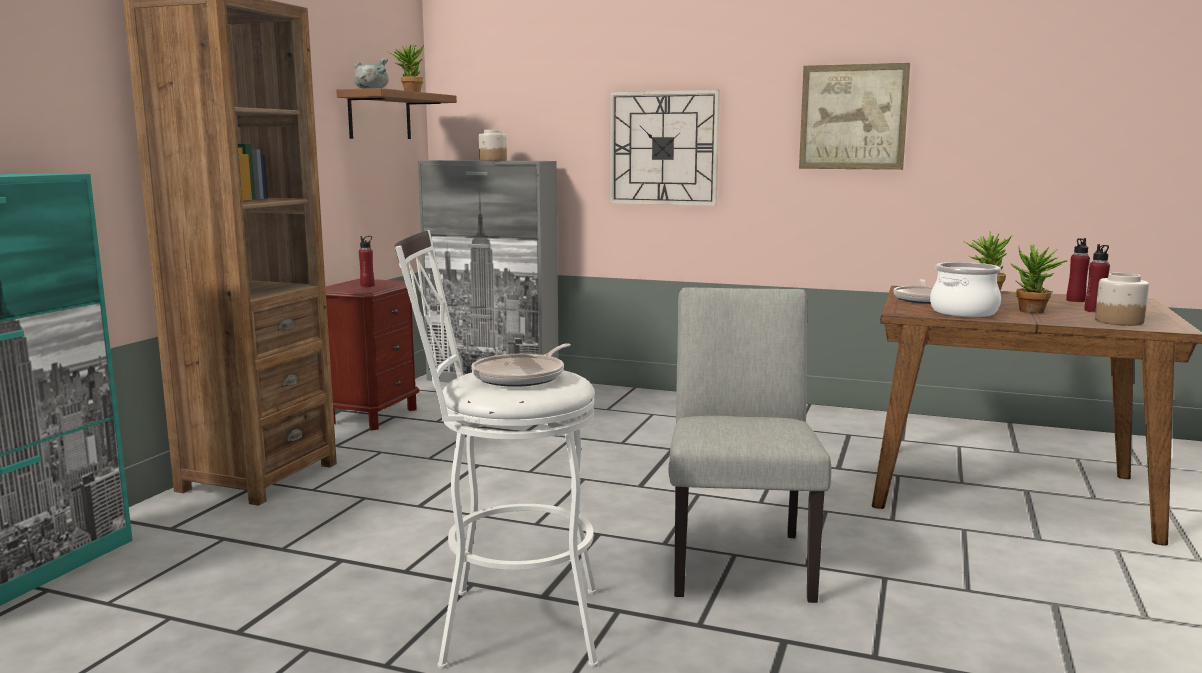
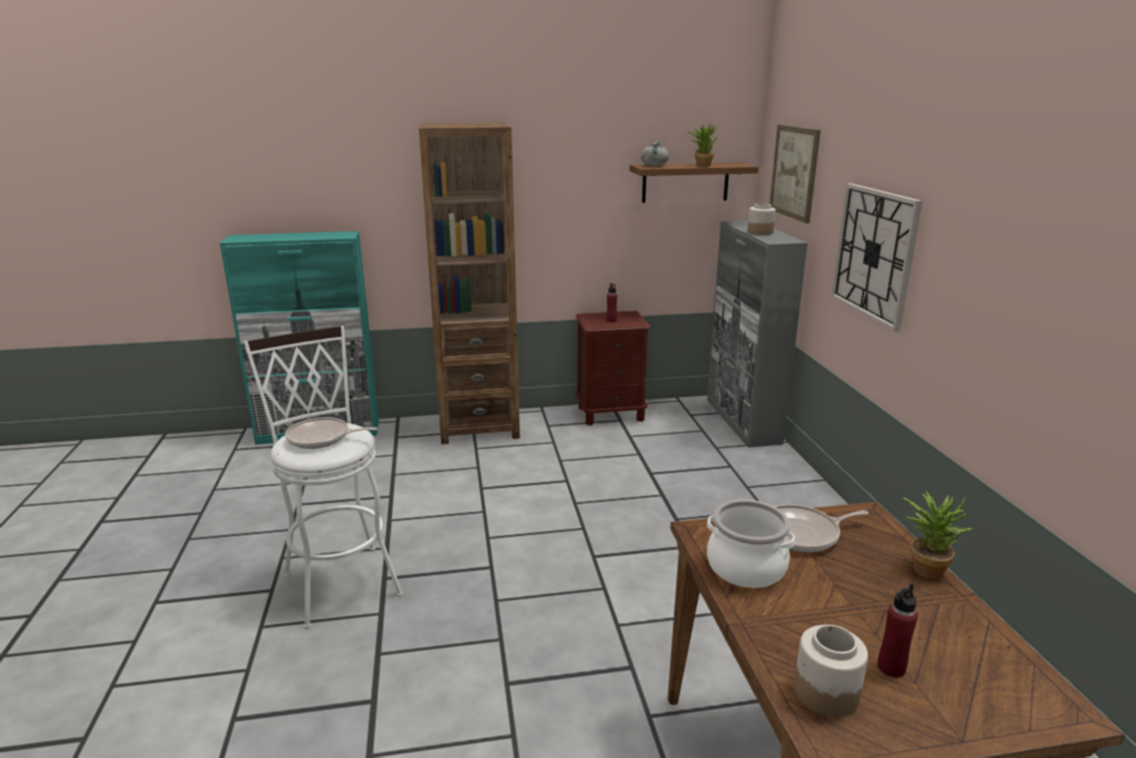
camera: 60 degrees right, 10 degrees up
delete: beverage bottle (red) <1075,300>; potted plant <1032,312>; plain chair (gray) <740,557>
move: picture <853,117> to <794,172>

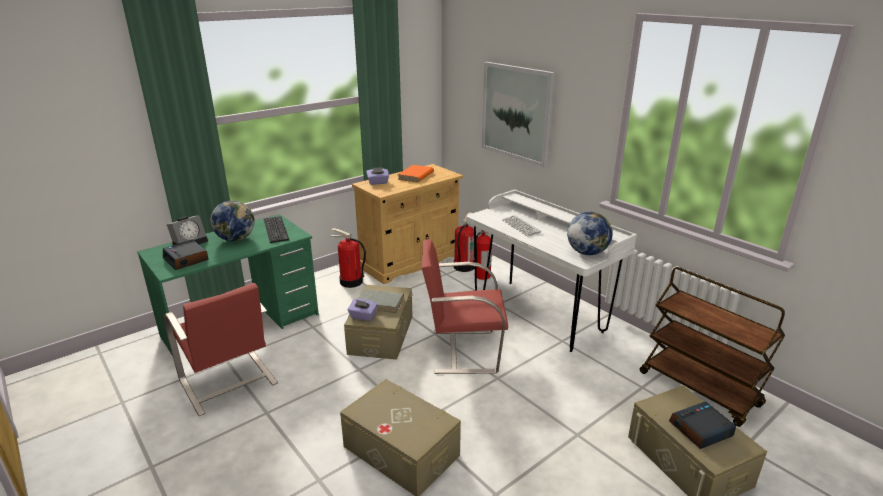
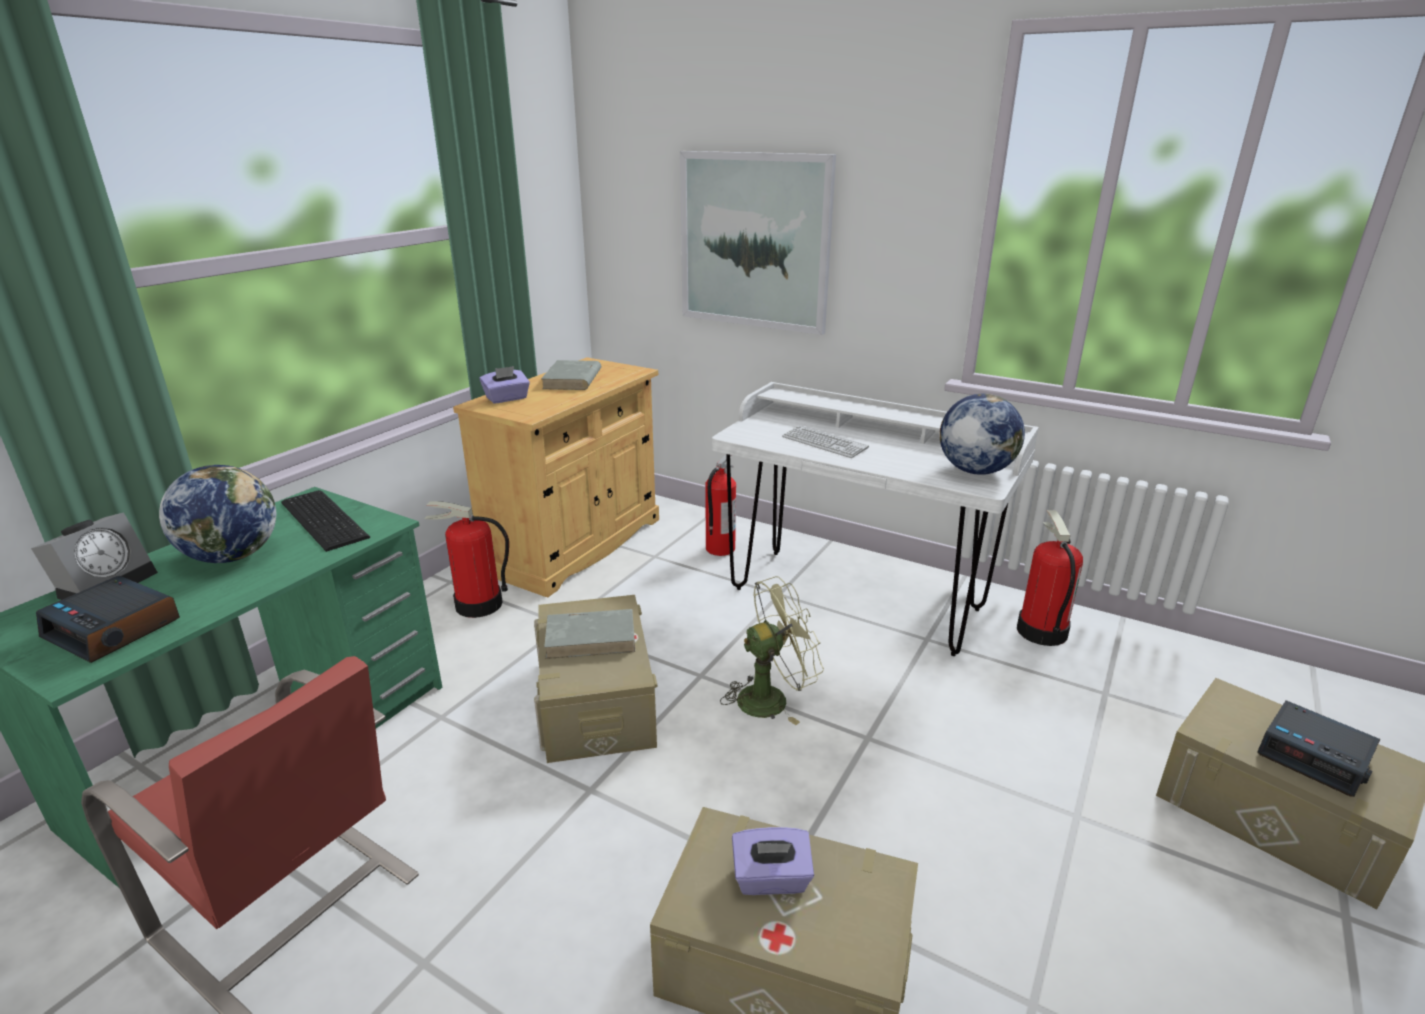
camera: 20 degrees left, 0 degrees up
delete: trolley (brownish) <699,389>
move: extinguisher <463,266> to <1040,631>; tissue box (purple) <363,316> to <771,879>
replace: plain chair (red) <462,350> to fan (green-coloured) <771,698>
recolor: book (orangey) <416,176> to book (gray) <572,379>
rotate: bedside clock <700,430> = <1315,756> 90 degrees counterclockwise

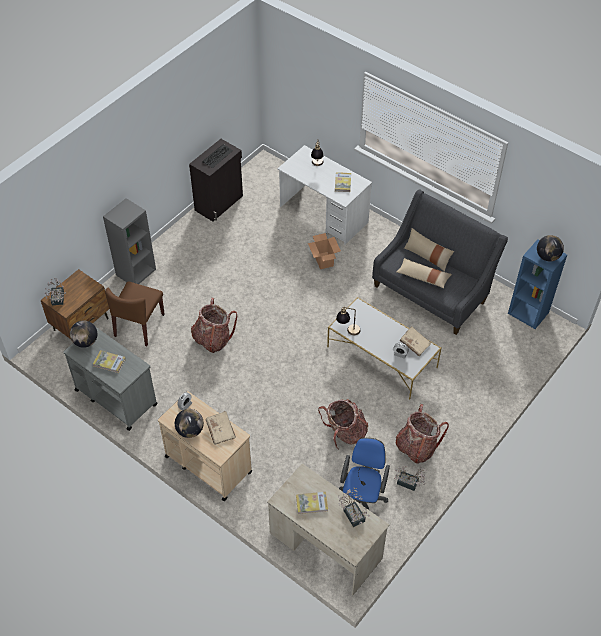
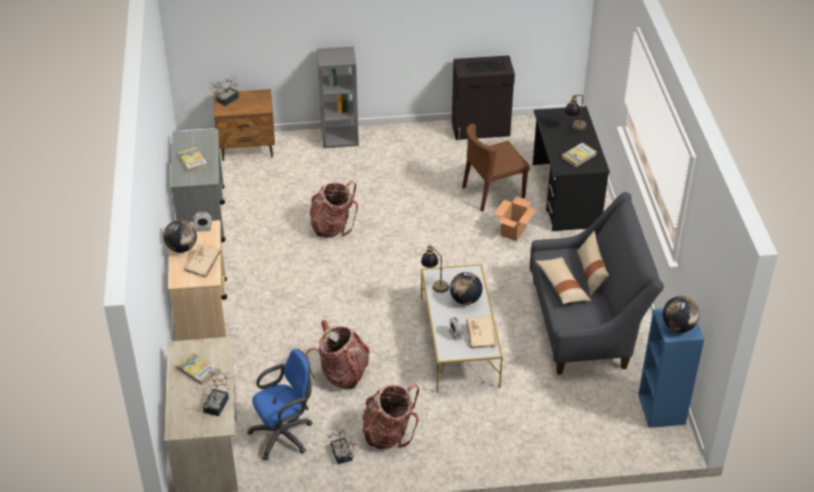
camera: 45 degrees right, 10 degrees down
move: plain chair (brownish) <139,325> to <493,192>; globe <85,342> to <465,300>
recolor: desk table (white) <323,214> to desk table (black-coloured) <565,195>

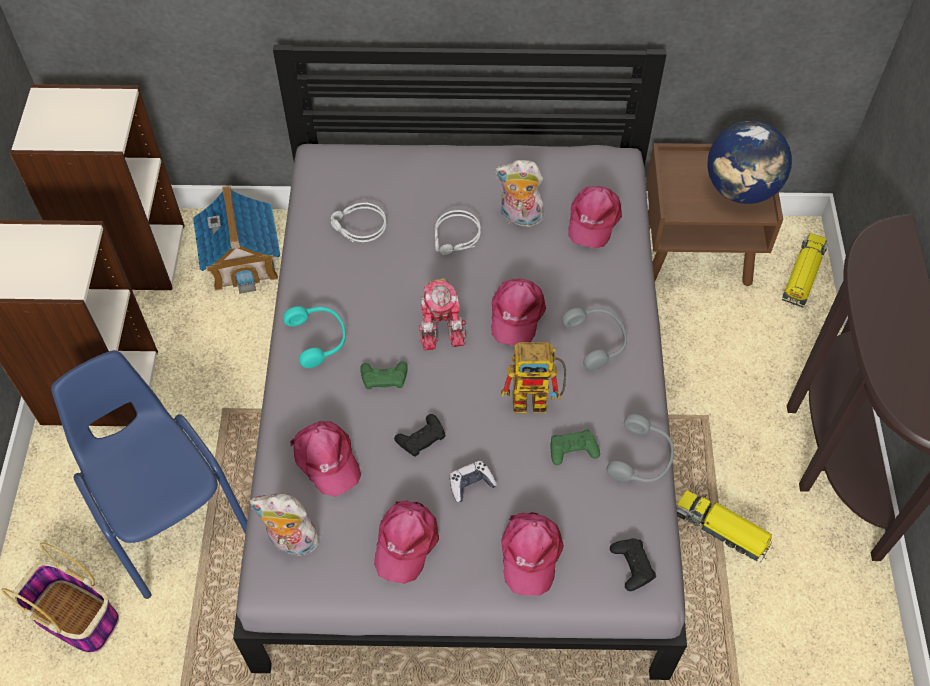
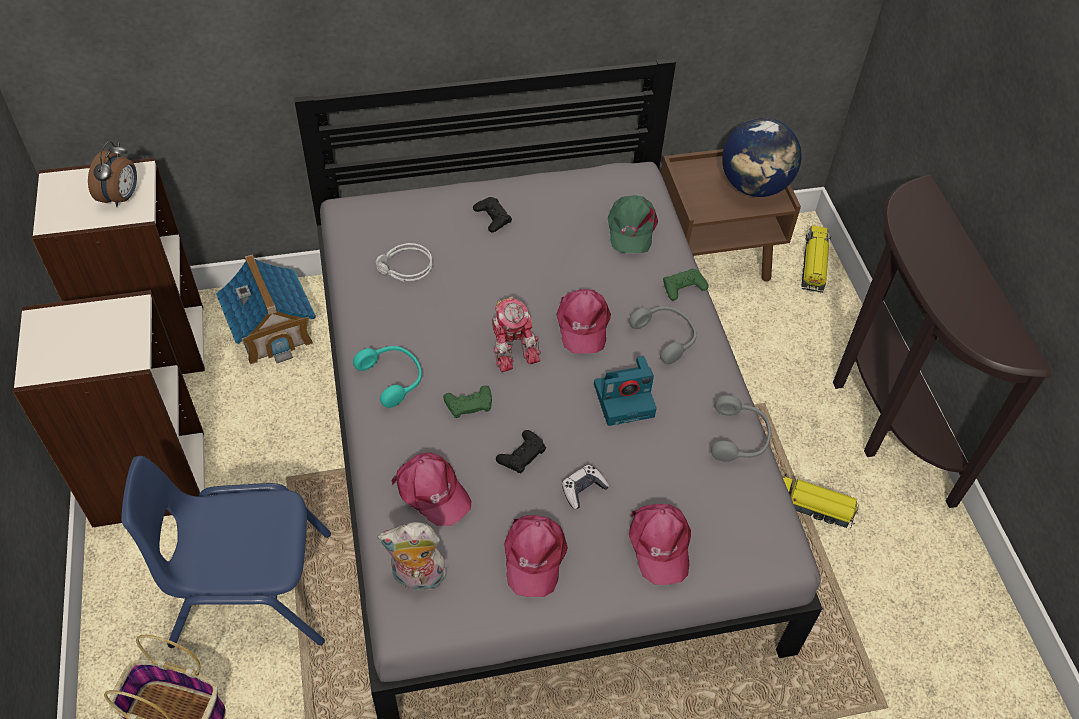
camera: 15 degrees left, 5 degrees down
delete: plush toy <519,218>; headset (gray) <456,238>
insert: bedside clock <122,197>
move: game controller (green-coloured) <573,449> to <683,287>; game controller (black-coloured) <632,565> to <492,217>
replace: model robot <537,398> to still camera <625,399>
recolor: cap (pink) <593,220> to cap (green-coloured) <631,229>
rotate: plain chair (blue) <166,511> = <251,589> 45 degrees counterclockwise

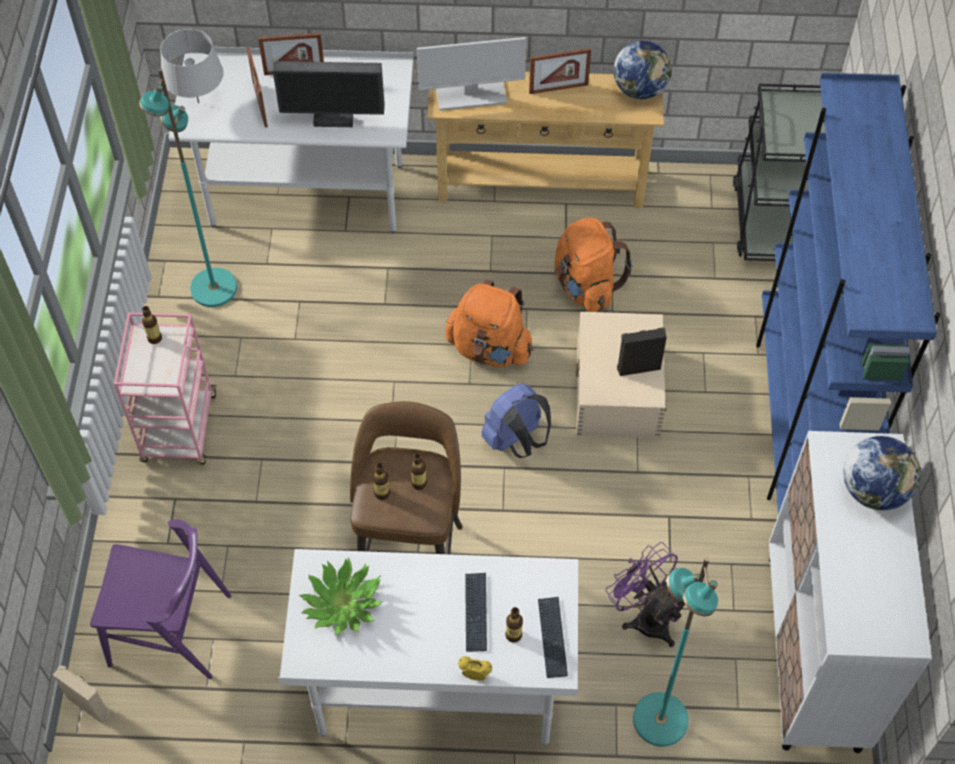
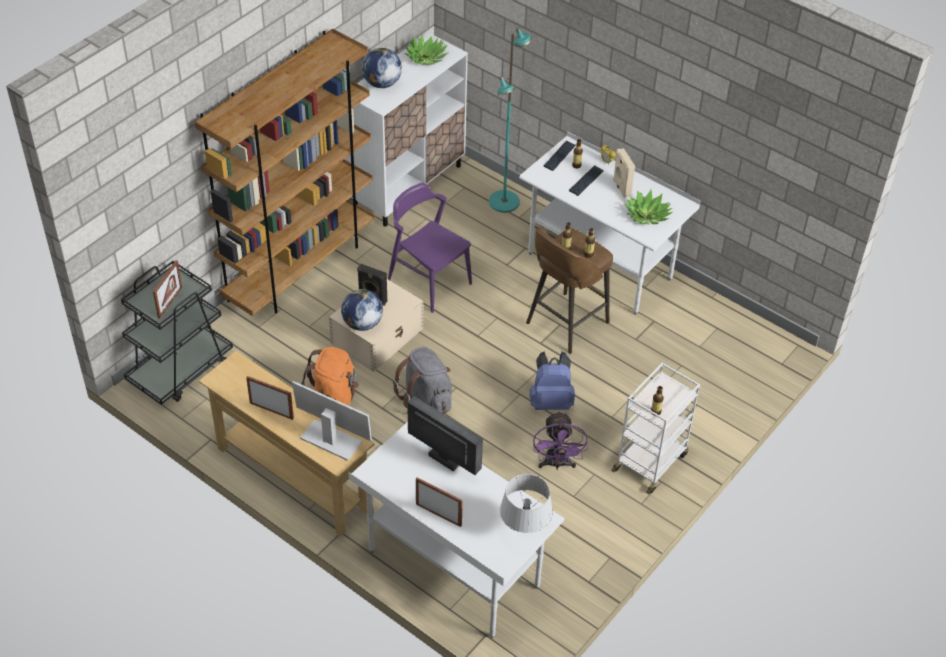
camera: 145 degrees left, 10 degrees down
delete: standing lamp (blue-green) <212,288>
insert: potted plant <426,58>
move: globe <640,89> to <362,324>; photo frame <260,105> to <170,302>; backpack (blue) <516,441> to <551,401>; plain chair (purple) <171,630> to <429,281>; fan (purple) <645,616> to <556,464>; speaker (sand-coloured) <89,705> to <621,188>
recolor: bookcase (blue) <799,421> to bookcase (brownish) <300,268>; backpack (orangey) <490,349> to backpack (gray) <426,398>; trolley (pink) <180,430> to trolley (white) <650,461>

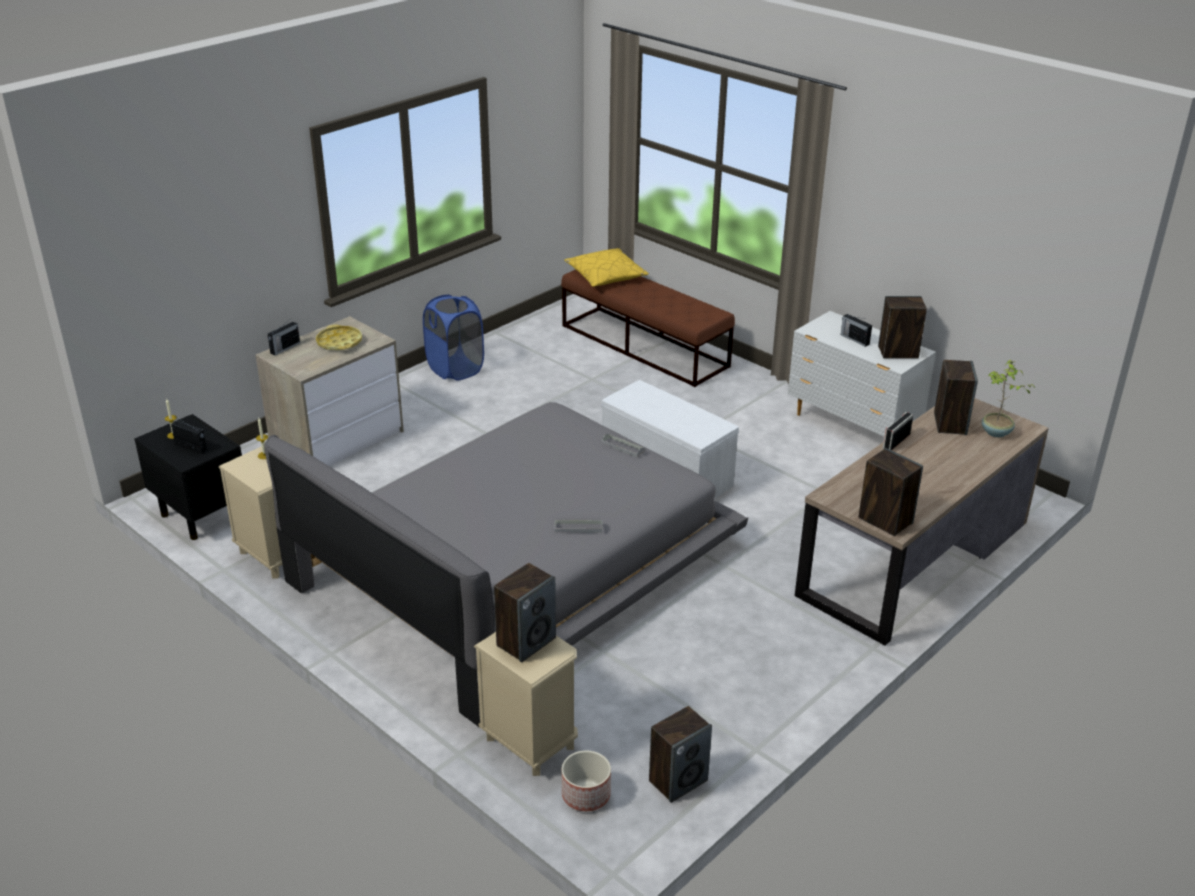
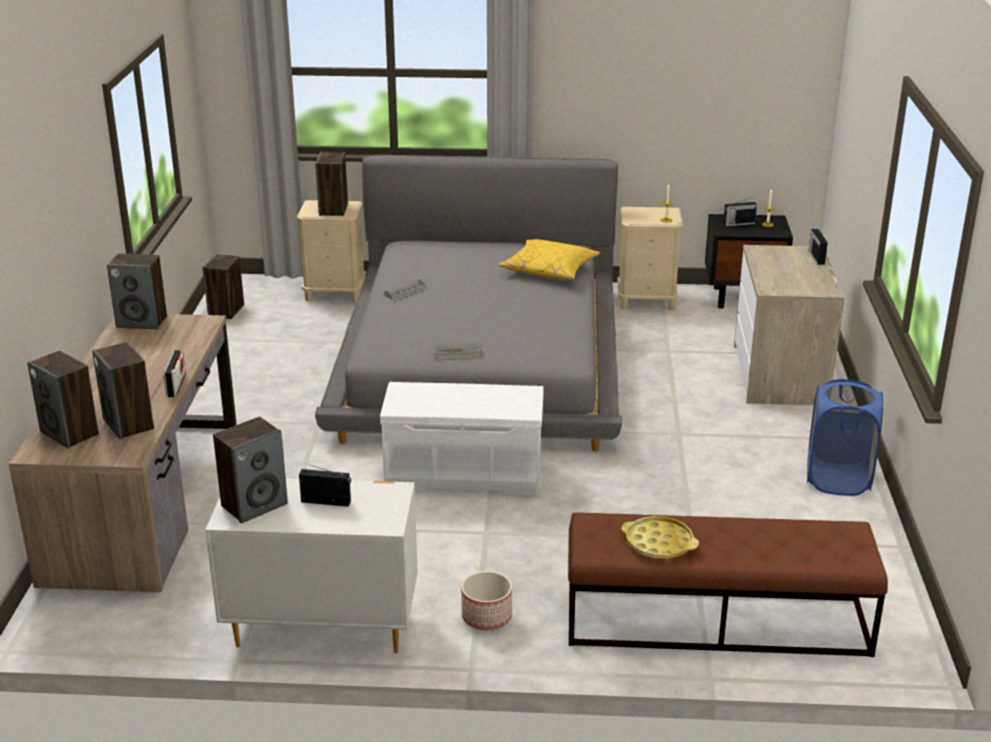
camera: 140 degrees right, 5 degrees down
move: throw pillow (yellow-coloured) <605,276> to <549,270>; serving tray (yellow-coloured) <339,342> to <659,543>; plant pot <586,795> to <486,617>
replace: potted plant <996,433> to speaker <70,433>

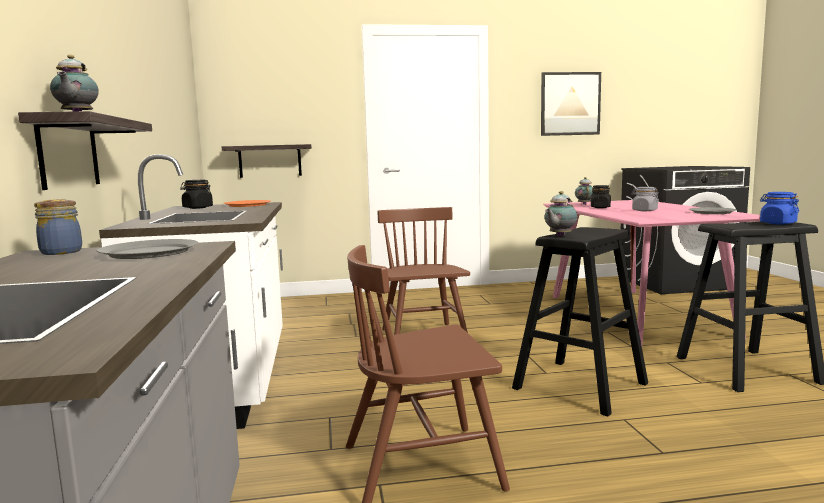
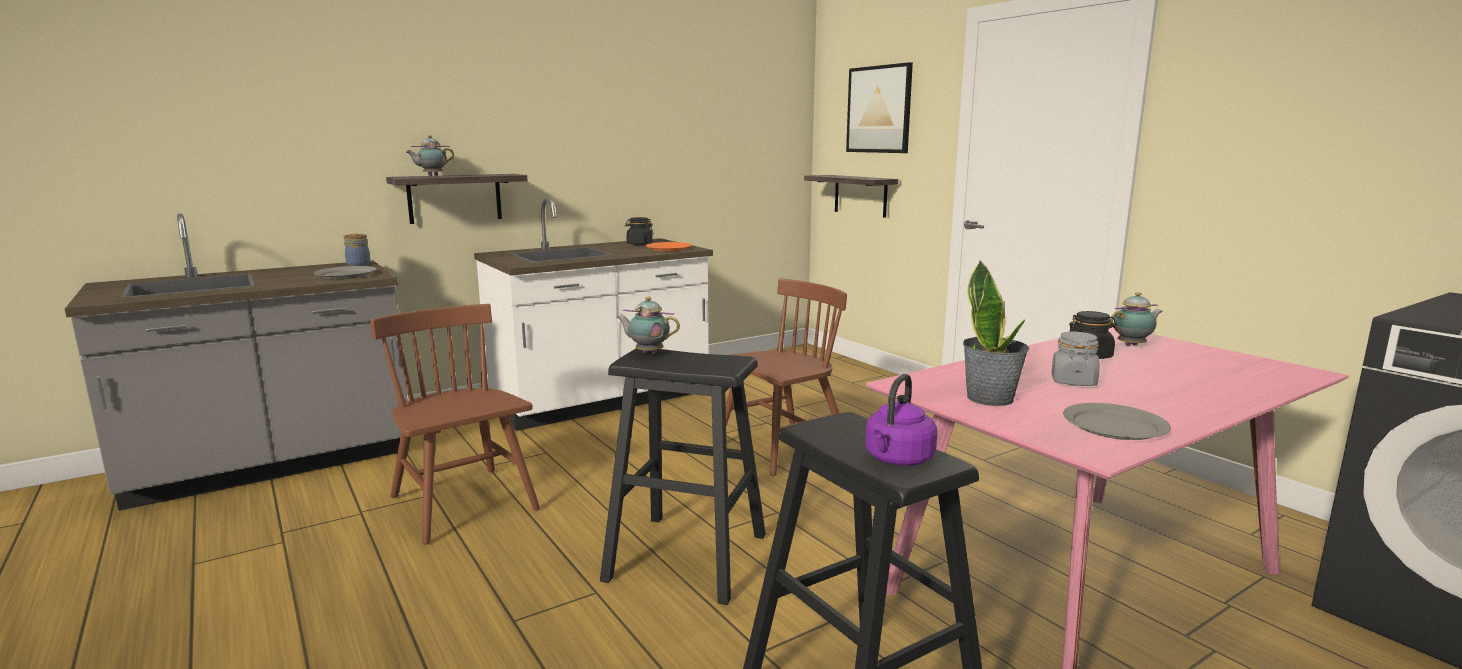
camera: 65 degrees right, 5 degrees up
insert: potted plant <990,398>
move: picture <570,104> to <879,109>
replace: storage jar (blue) <777,223> to tea kettle (purple) <897,460>

